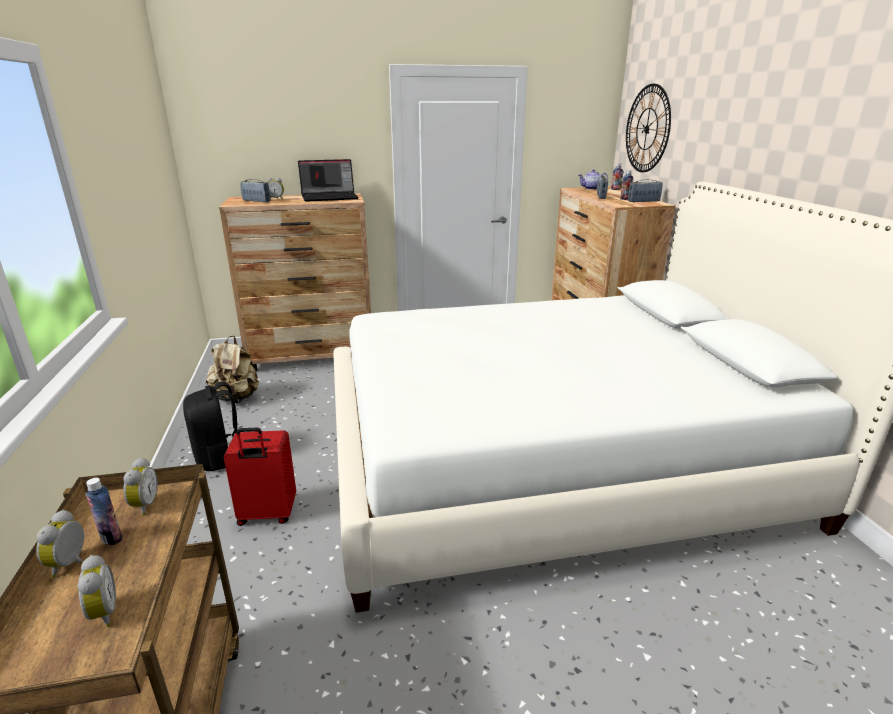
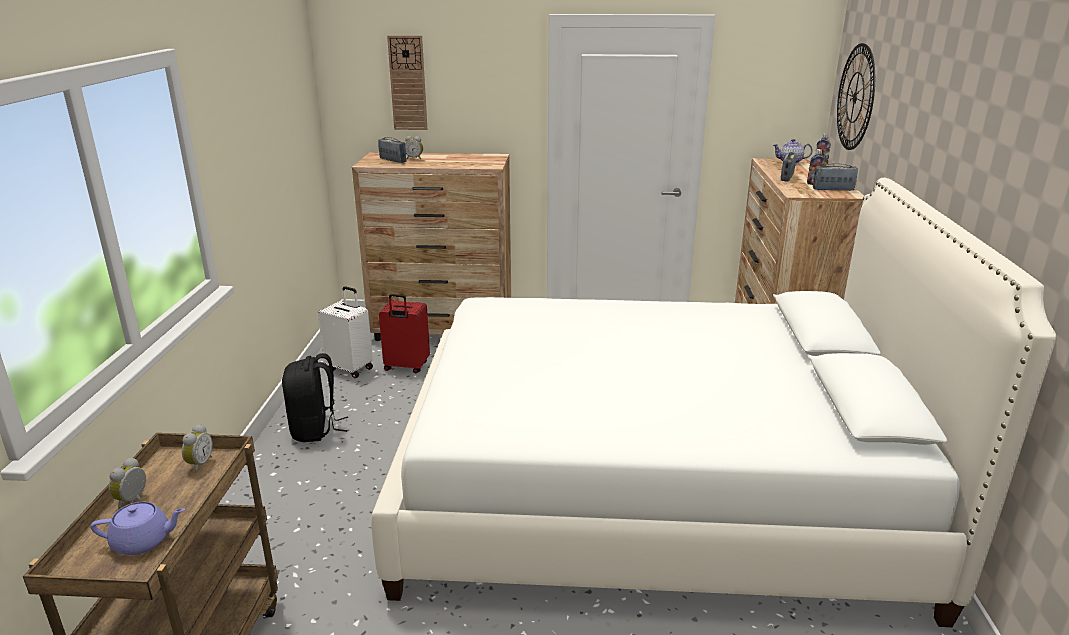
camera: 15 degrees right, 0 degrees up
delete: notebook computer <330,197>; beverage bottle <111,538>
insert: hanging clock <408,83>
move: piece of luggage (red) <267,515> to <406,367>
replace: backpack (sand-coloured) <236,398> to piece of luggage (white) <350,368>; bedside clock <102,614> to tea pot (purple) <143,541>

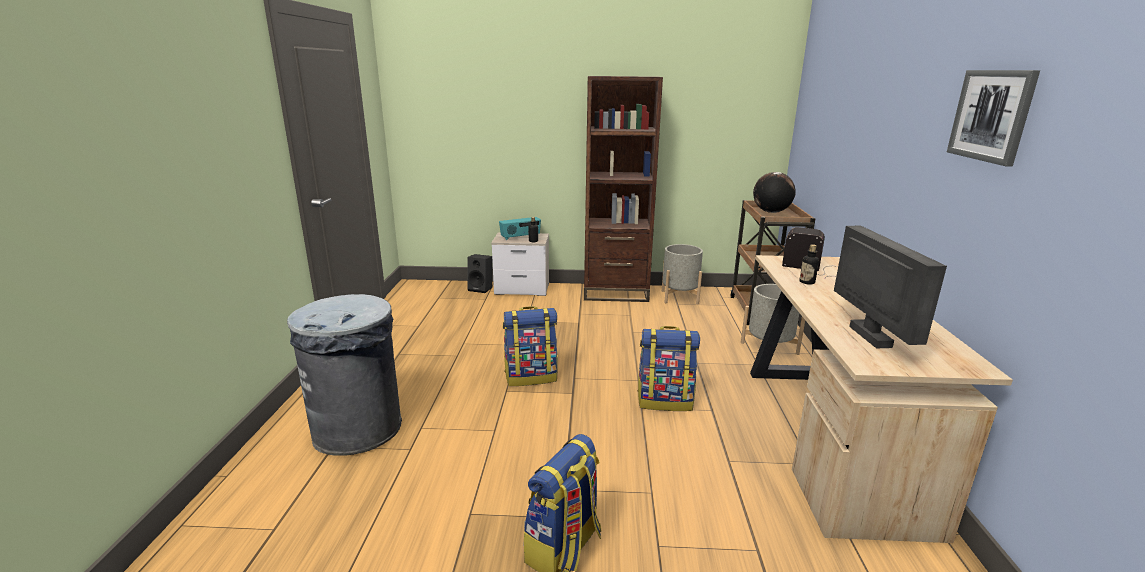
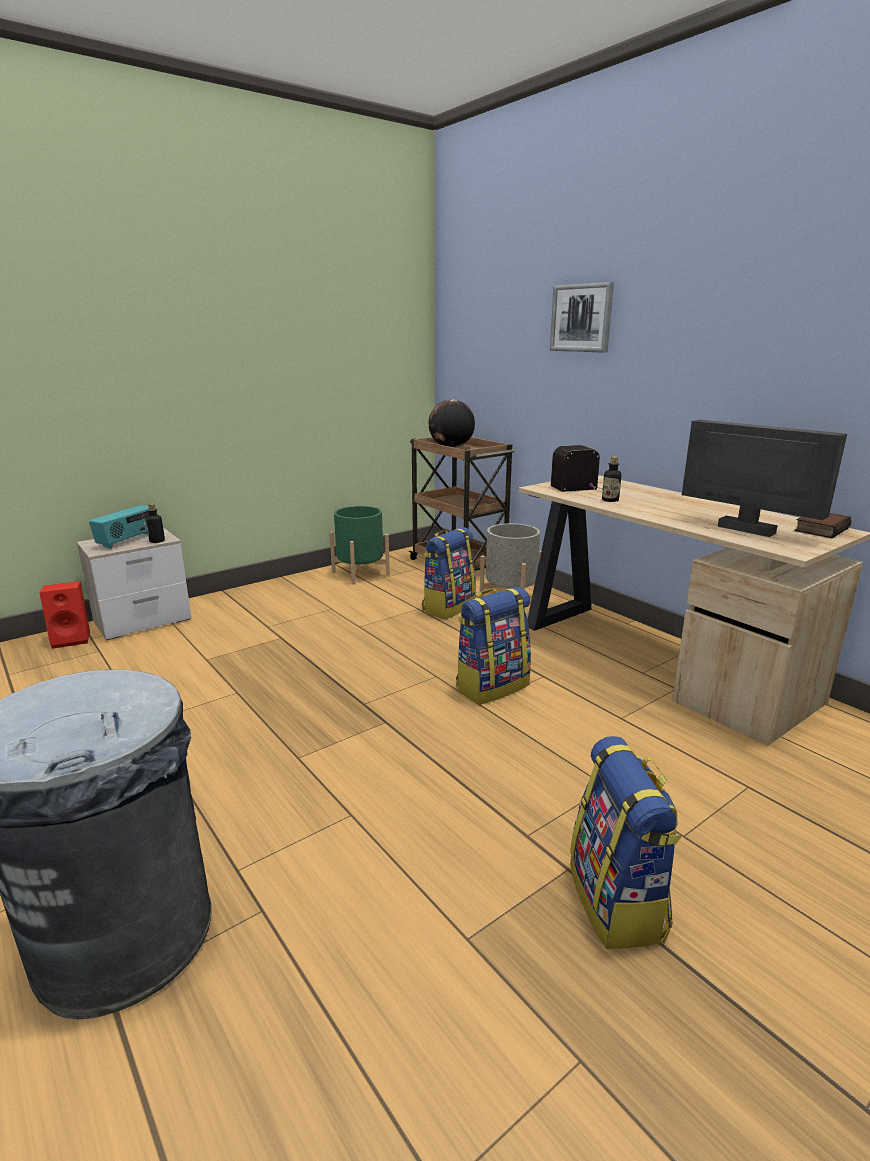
camera: 40 degrees left, 0 degrees up
delete: bookcase (brownish) <615,293>
insert: book <820,529>
move: picture <991,115> to <581,318>; backpack <531,376> to <448,607>
recolor: plant pot (gray) <679,297> to plant pot (green-coloured) <360,573>; speaker (black-coloured) <481,288> to speaker (red) <72,639>

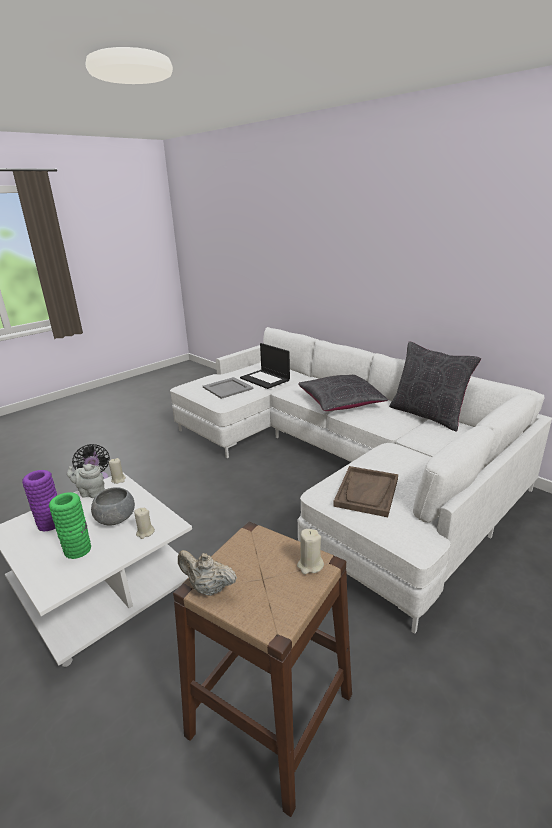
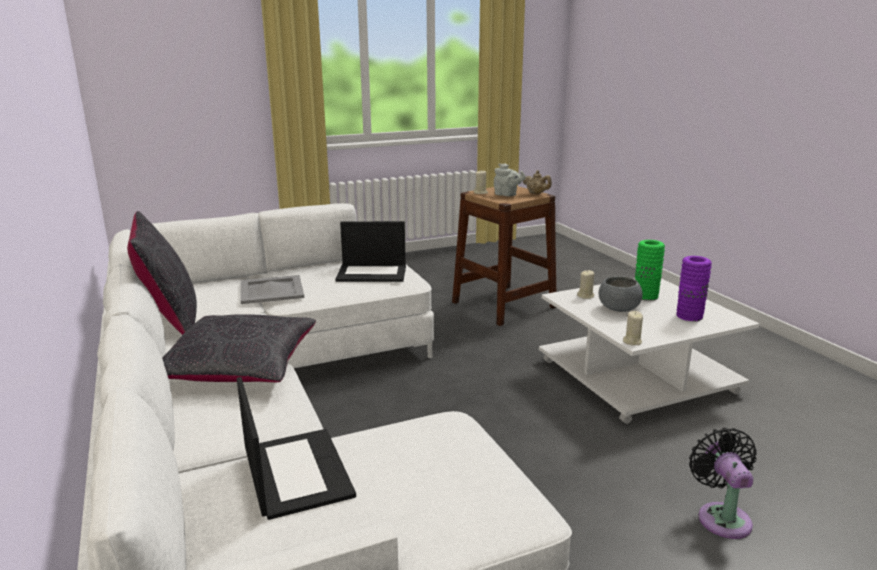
camera: 160 degrees left, 5 degrees down
move: serving tray (gray) <228,388> to <271,290>; tea pot (gray) <90,493> to <507,195>
replace: serving tray (brownish) <367,492> to notebook computer <372,273>

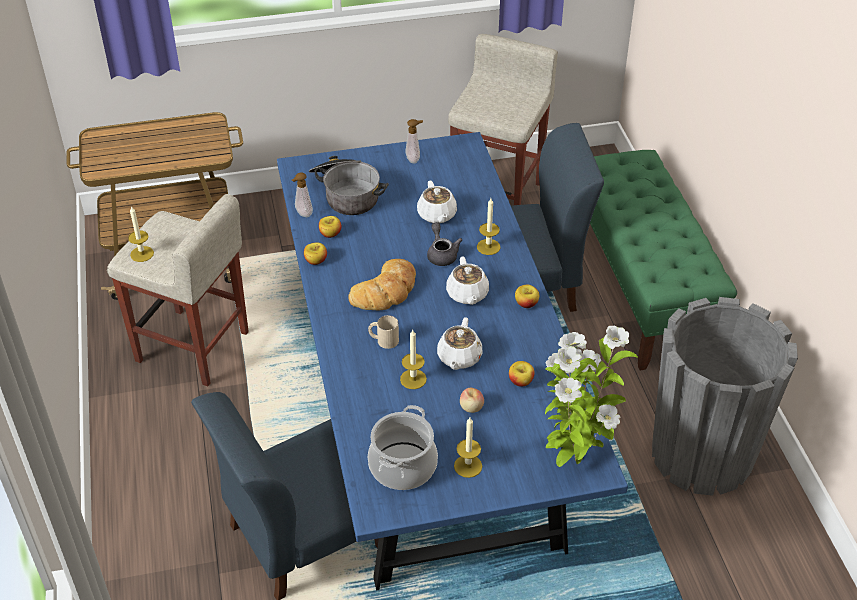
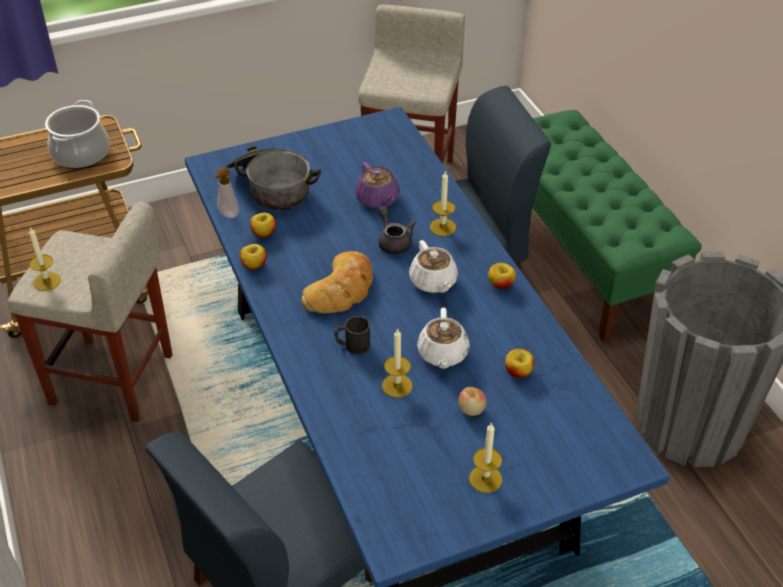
camera: 10 degrees left, 0 degrees up
delete: liquid soap bottle <414,159>; potted plant <573,458>
move: stockpot <403,466> to <81,154>
recolor: tea pot (white) <437,215> to tea pot (purple) <377,199>; mug (sand-coloured) <383,340> to mug (black-coloured) <352,345>

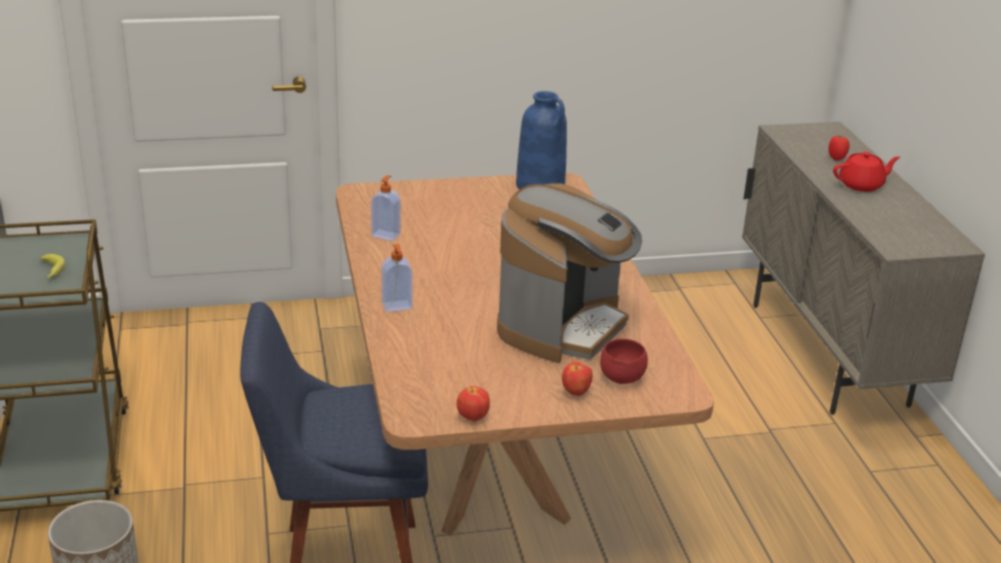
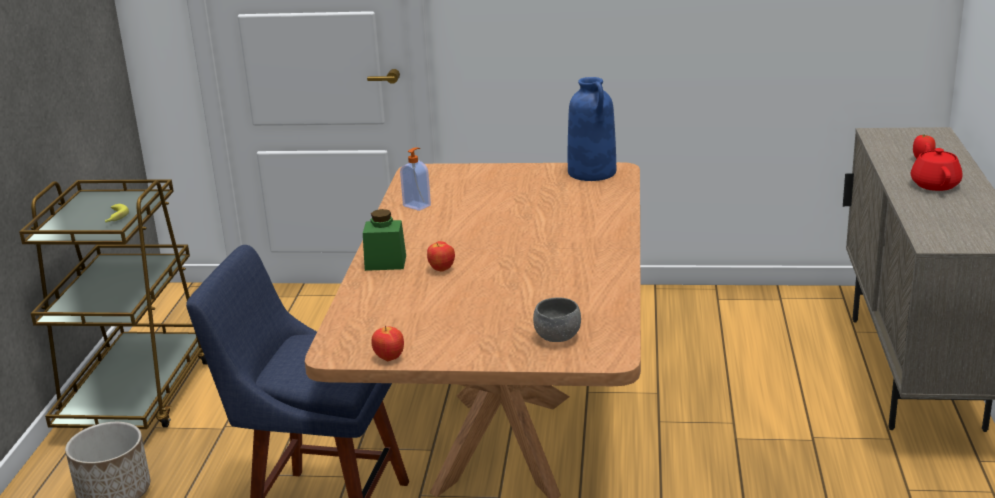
camera: 20 degrees right, 5 degrees down
delete: coffee maker <563,326>
move: whole apple <576,393> to <442,270>
replace: liquid soap bottle <397,306> to storage jar (green-coloured) <385,263>
recolor: serving bowl (red) <622,378> to serving bowl (gray) <557,337>
rotate: tea pot (red) <862,185> = <935,184> 90 degrees counterclockwise

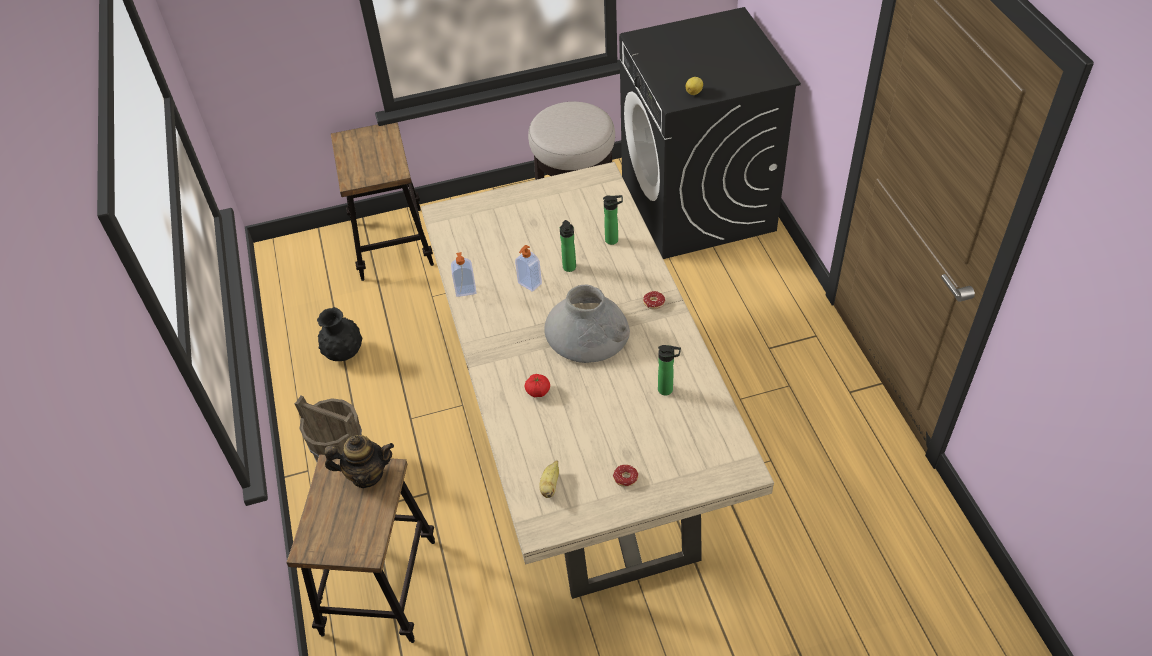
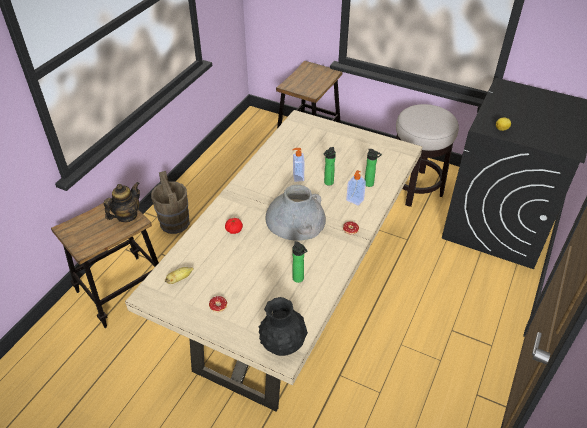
camera: 40 degrees right, 5 degrees down
move: liquid soap bottle <466,291> to <354,200>; vase (black-coloured) <344,353> to <283,345>
rotate: tea pot <366,474> = <127,215> 90 degrees counterclockwise

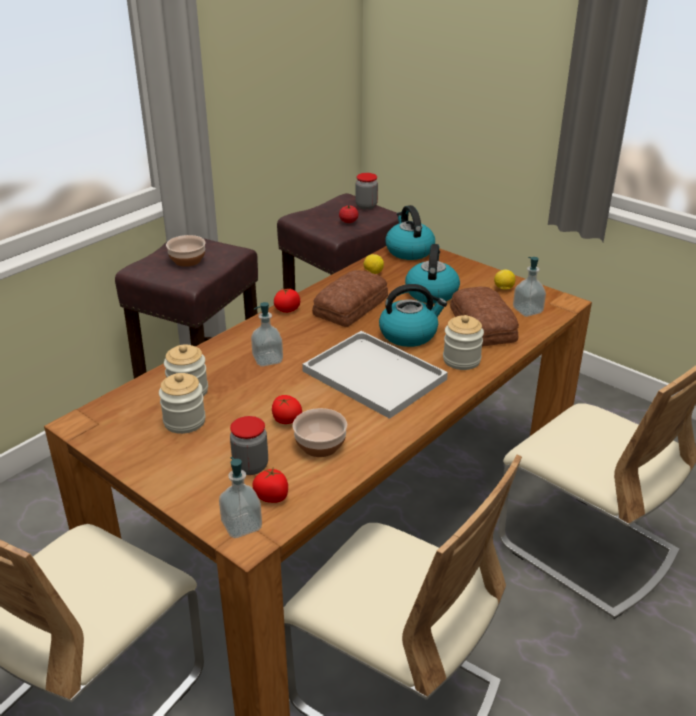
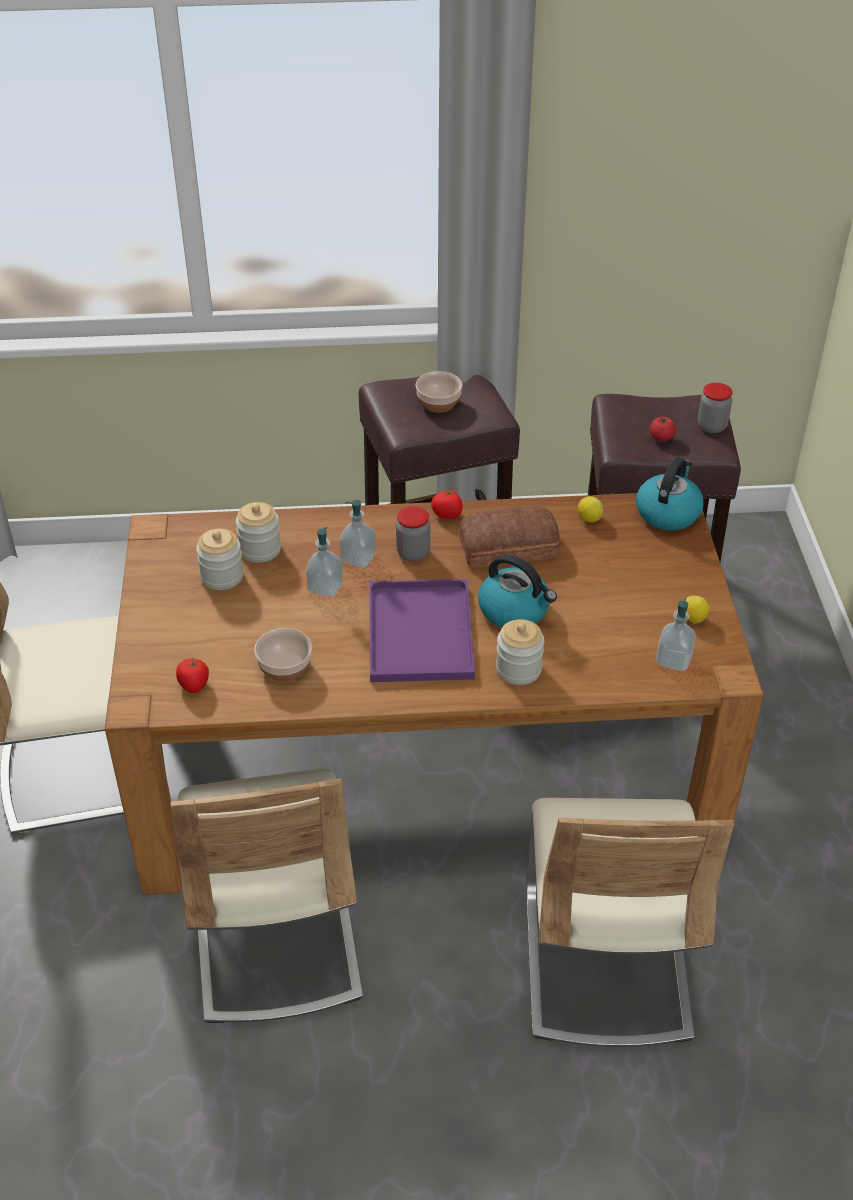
camera: 45 degrees right, 10 degrees up
delete: tea kettle <431,292>; bread <483,325>; whole tomato <286,420>
move: storage jar <250,466> to <413,553>; liquid soap bottle <242,526> to <325,587>
recolor: serving tray (white) <371,375> to serving tray (purple) <418,630>

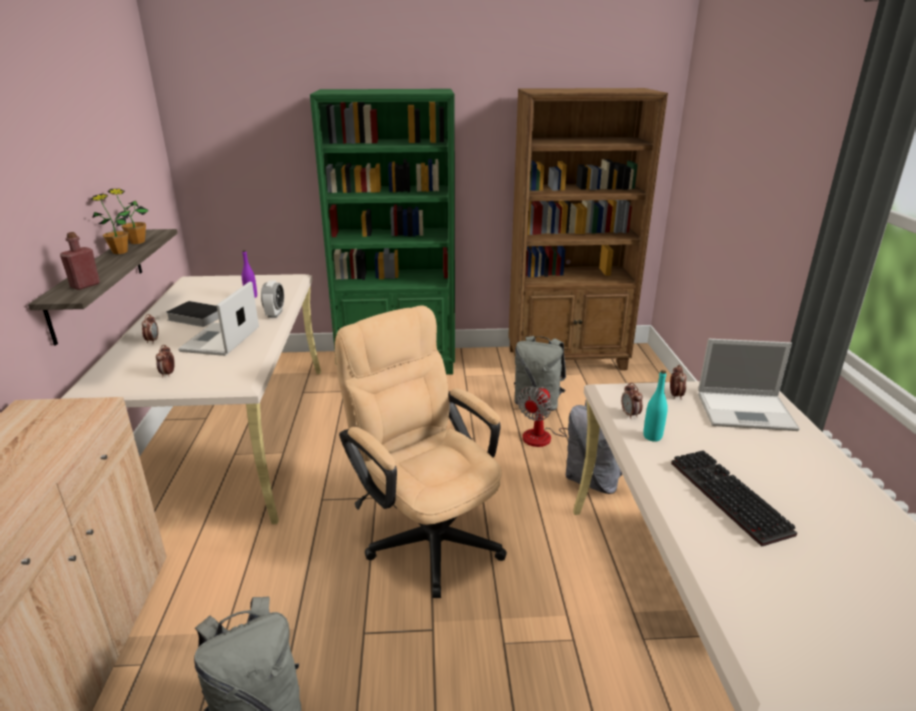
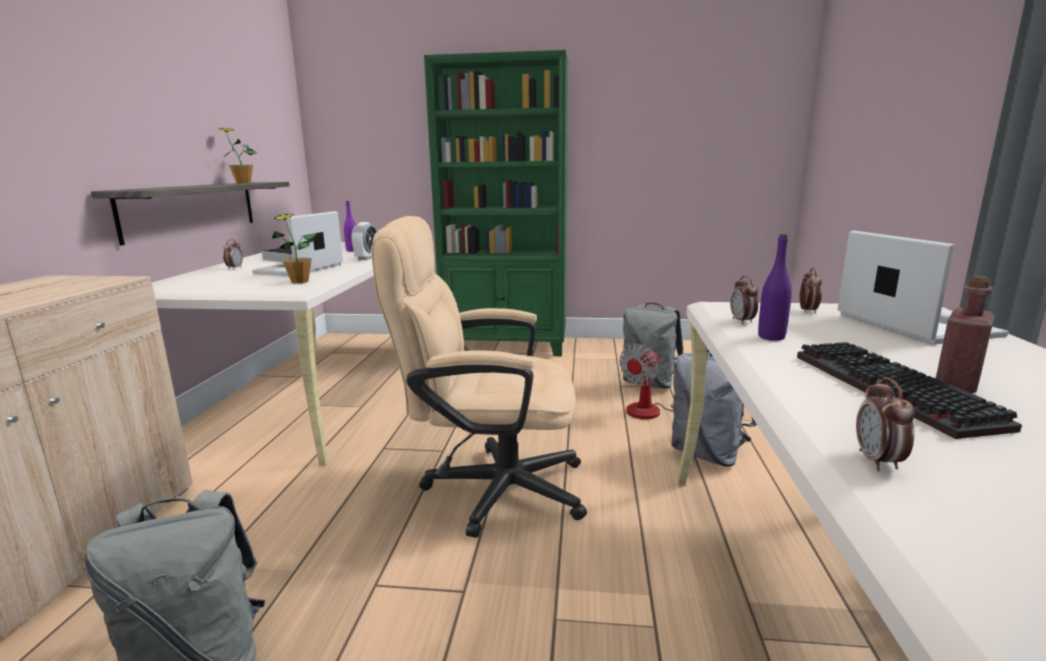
camera: 10 degrees right, 10 degrees down
delete: bookcase (brownish) <567,359>
move: potted plant <120,252> to <299,281>; beverage bottle (red) <85,285> to <956,384>; bedside clock <168,374> to <878,461>
recolor: beverage bottle (blue-green) <652,437> to beverage bottle (purple) <771,337>
rotate: computer chair (sand-coloured) <426,533> = <489,488> 60 degrees counterclockwise; notebook computer <747,411> = <912,324> 120 degrees counterclockwise

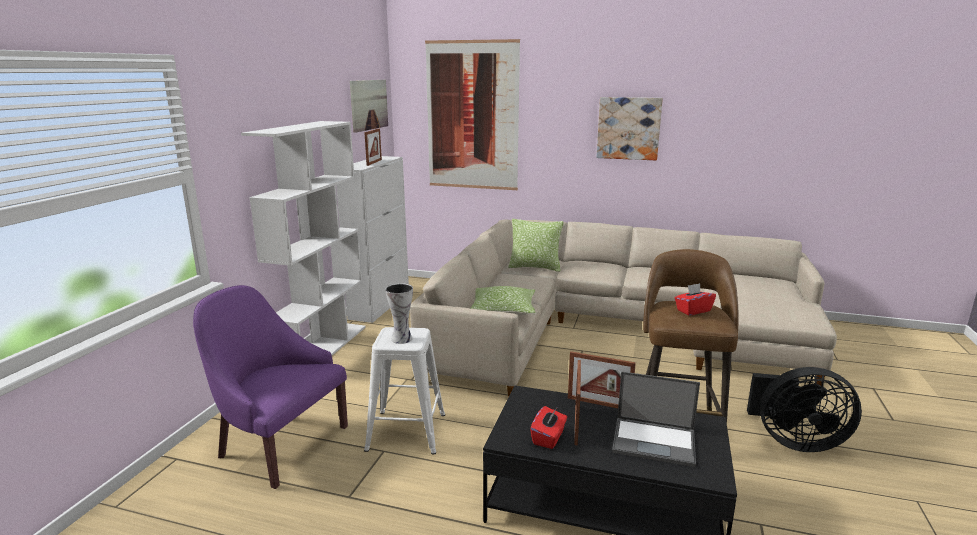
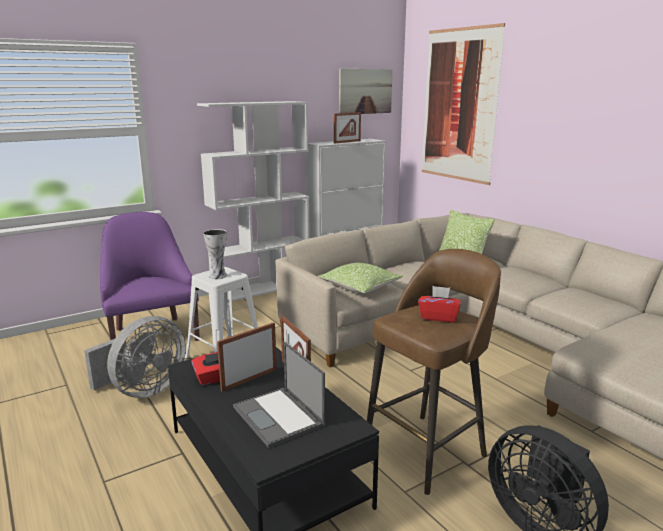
camera: 40 degrees right, 0 degrees up
delete: picture <628,128>
insert: fan (gray) <143,390>

